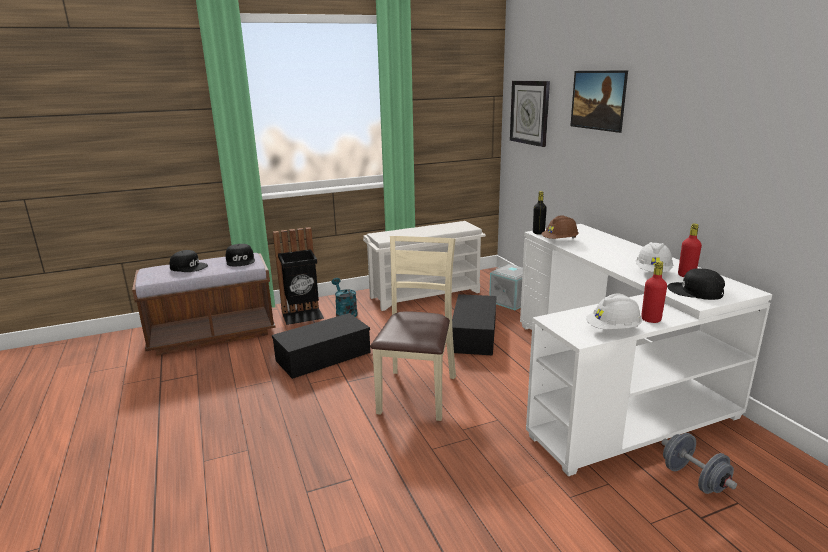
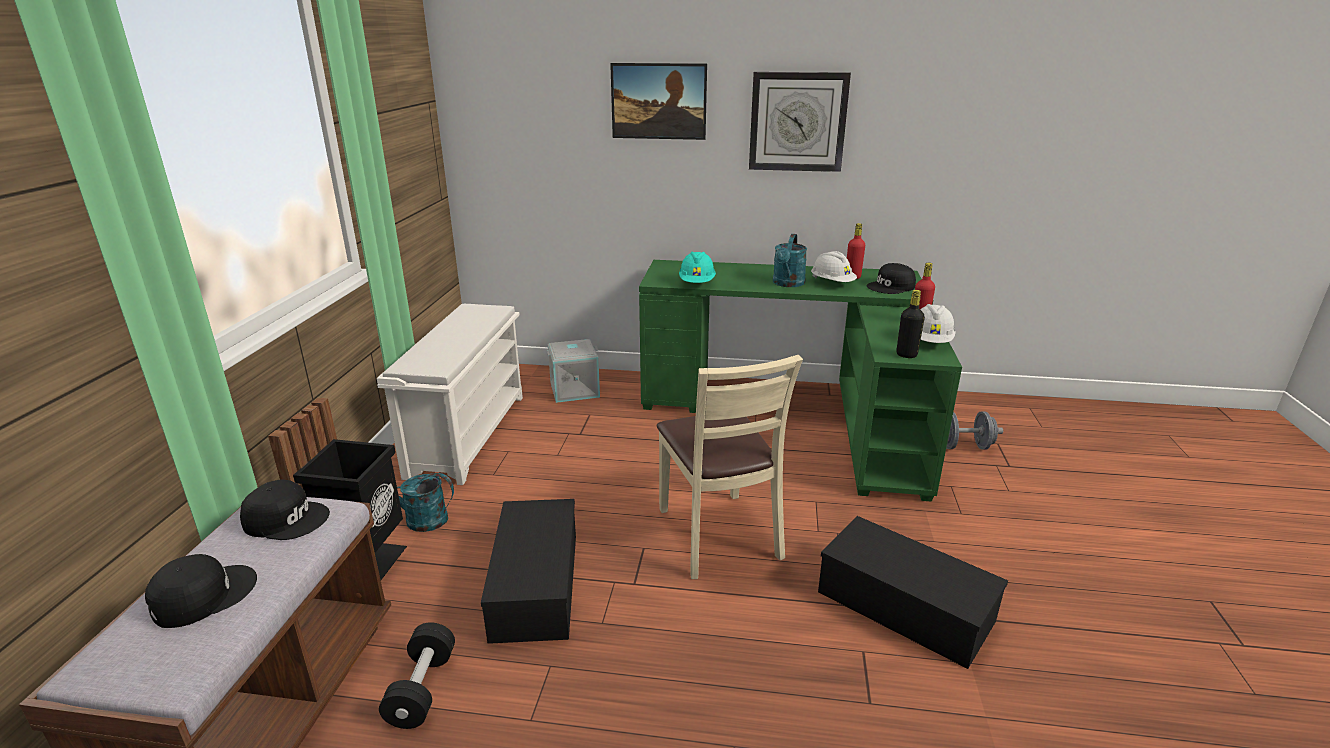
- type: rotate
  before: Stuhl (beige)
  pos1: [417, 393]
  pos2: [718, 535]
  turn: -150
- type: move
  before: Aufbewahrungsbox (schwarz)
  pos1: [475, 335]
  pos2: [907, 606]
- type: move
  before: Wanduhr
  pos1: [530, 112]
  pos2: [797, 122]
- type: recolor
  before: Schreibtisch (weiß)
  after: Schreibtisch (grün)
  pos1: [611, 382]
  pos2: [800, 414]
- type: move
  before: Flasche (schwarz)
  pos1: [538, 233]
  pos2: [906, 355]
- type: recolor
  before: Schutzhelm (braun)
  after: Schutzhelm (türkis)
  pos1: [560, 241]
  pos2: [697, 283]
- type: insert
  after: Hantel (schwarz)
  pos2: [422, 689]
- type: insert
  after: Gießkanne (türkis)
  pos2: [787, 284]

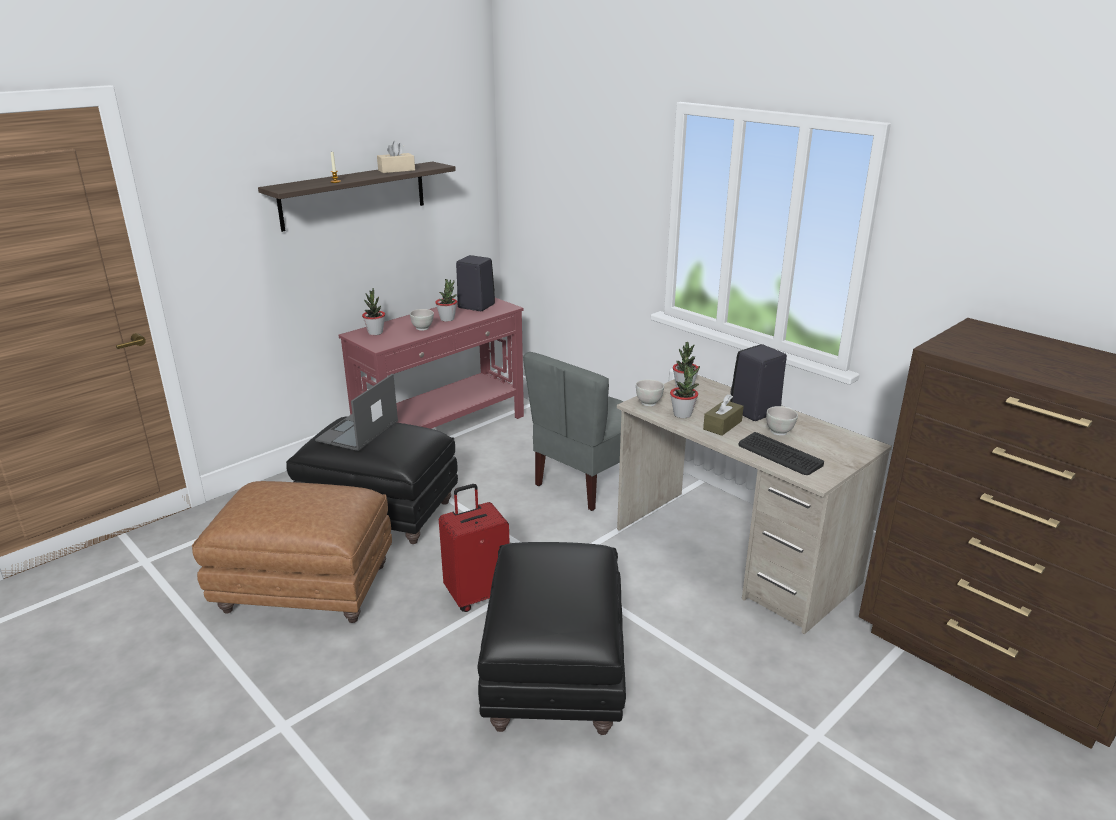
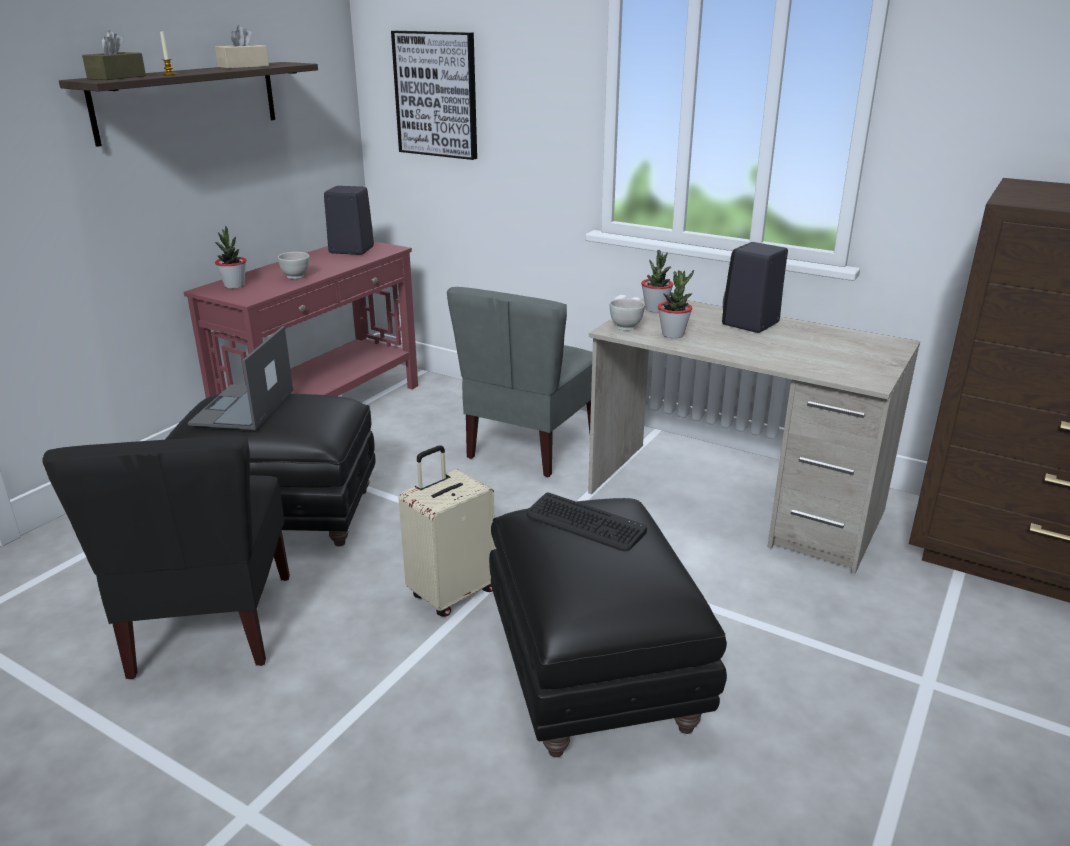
- type: replace
  before: Polsterhocker (braun)
  after: Stuhl (schwarz)
  pos1: [304, 590]
  pos2: [210, 626]
- type: delete
  before: Topfpflanze
  pos1: [447, 319]
- type: recolor
  before: Koffer (rot)
  after: Koffer (beige)
  pos1: [477, 594]
  pos2: [451, 593]
- type: move
  before: Taschentuchbox (braun)
  pos1: [722, 425]
  pos2: [117, 77]
- type: move
  before: Tastatur
  pos1: [779, 455]
  pos2: [584, 523]
- type: delete
  before: Schüssel (weiß)
  pos1: [779, 432]
- type: insert
  after: Bild
  pos2: [436, 94]

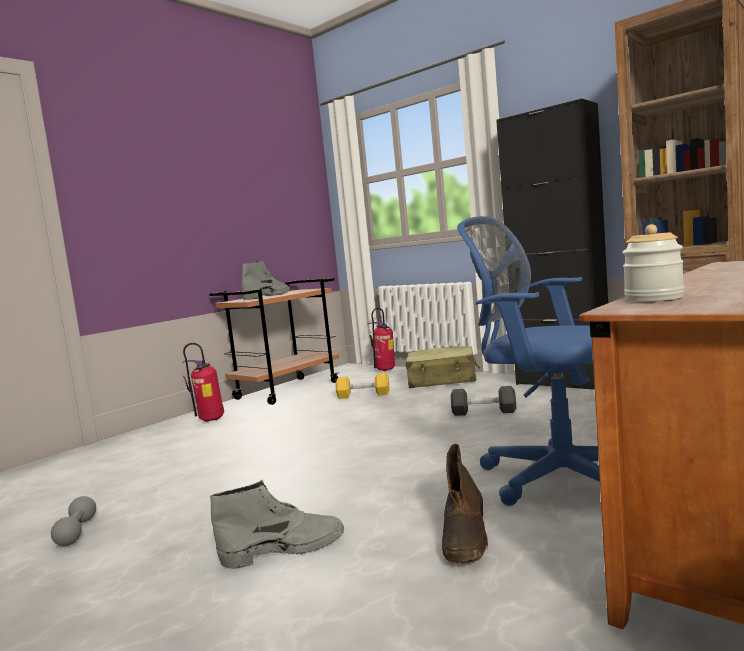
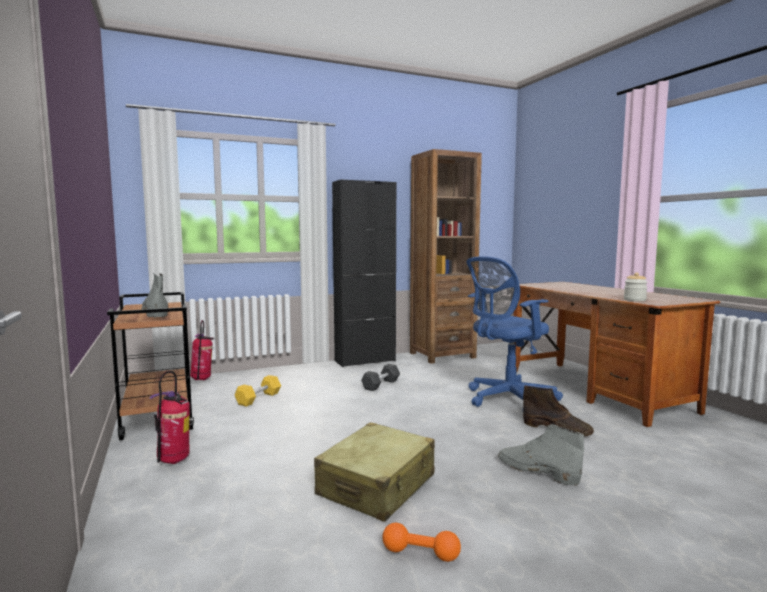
- type: recolor
  before: Hantel (grau)
  after: Hantel (orange)
  pos1: [76, 532]
  pos2: [420, 554]
- type: rotate
  before: Stiefel (grau)
  pos1: [285, 549]
  pos2: [536, 471]
  turn: -60
- type: move
  before: Koffer (beige)
  pos1: [442, 379]
  pos2: [377, 485]

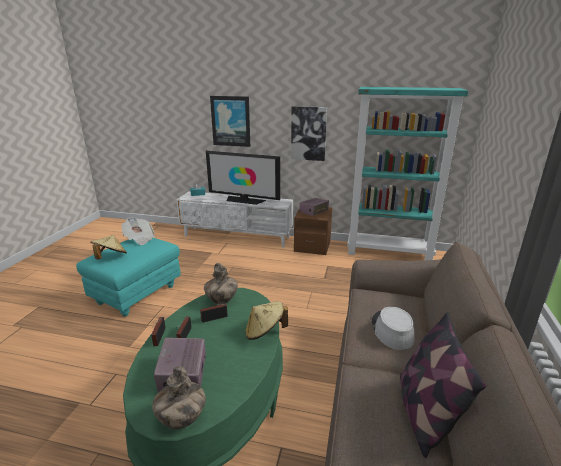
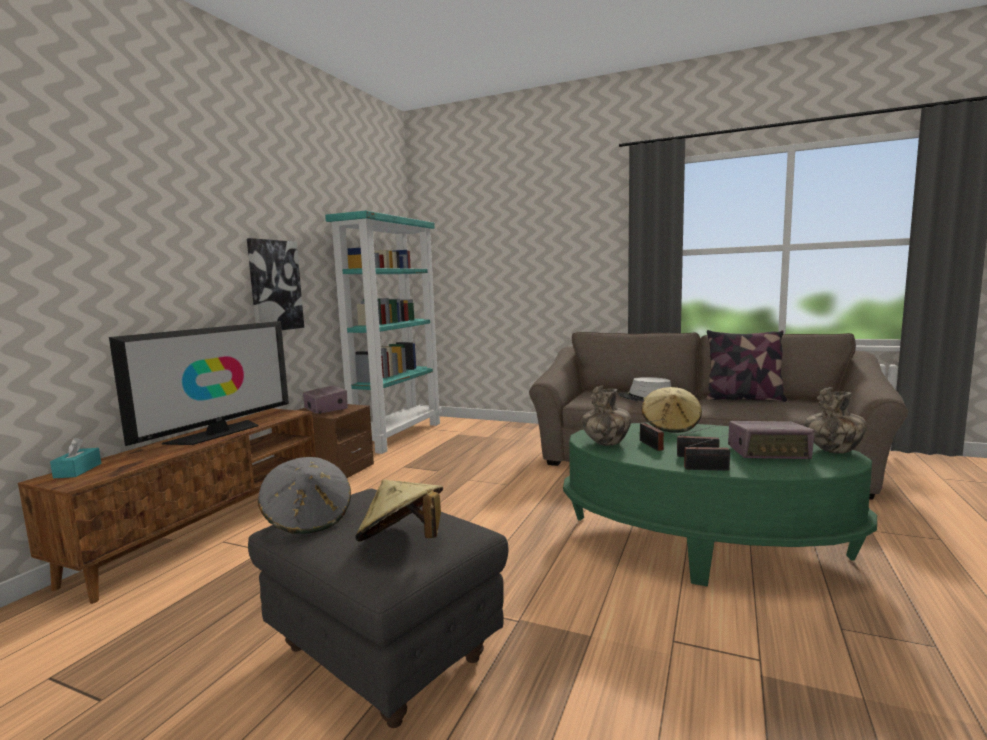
- type: recolor
  before: Polsterhocker (türkis)
  after: Polsterhocker (grau)
  pos1: [137, 294]
  pos2: [381, 654]
- type: replace
  before: Zeitung
  after: Hut (grau)
  pos1: [139, 238]
  pos2: [308, 519]
- type: recolor
  before: Fernsehschrank (weiß)
  after: Fernsehschrank (braun)
  pos1: [237, 237]
  pos2: [206, 530]
- type: delete
  before: Bild
  pos1: [231, 121]

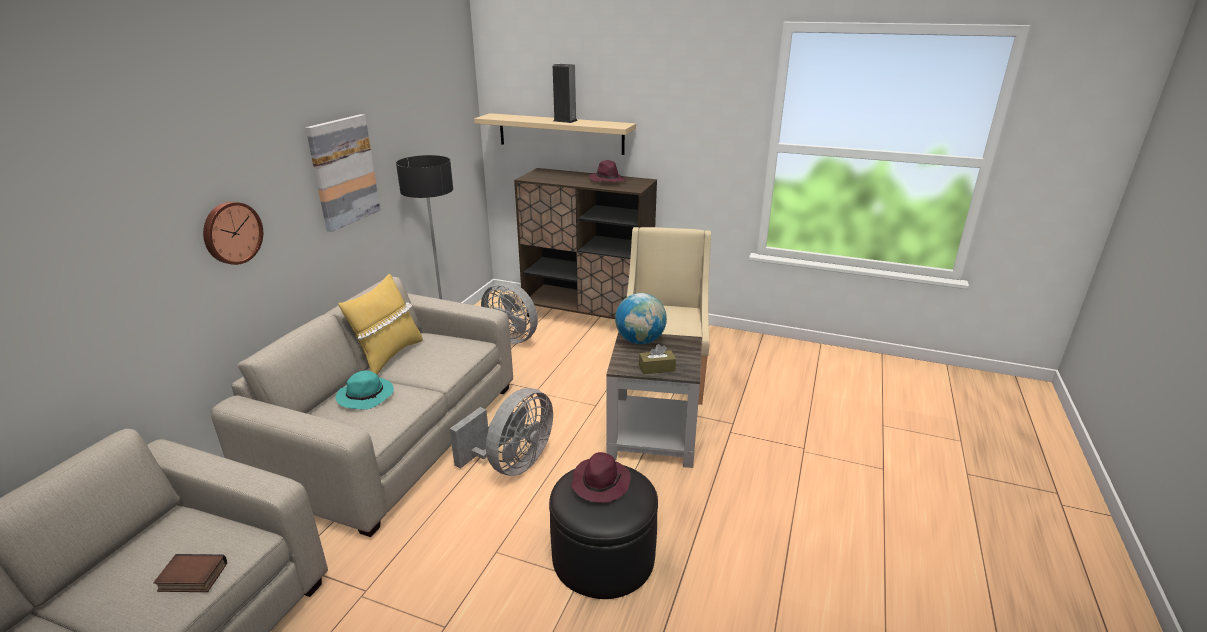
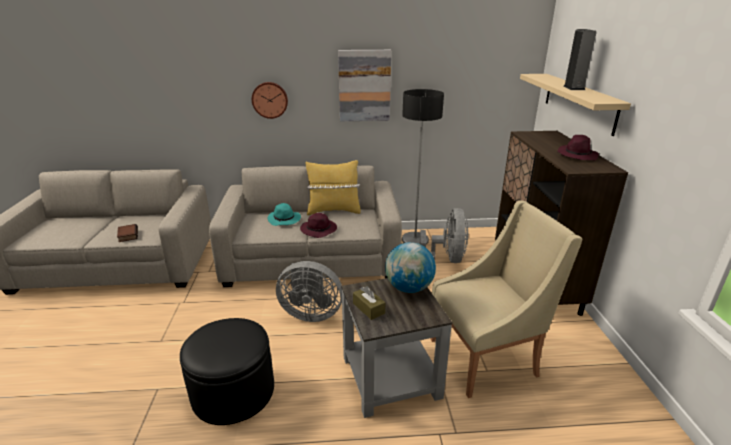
- type: move
  before: Hut (lila)
  pos1: [600, 482]
  pos2: [319, 230]

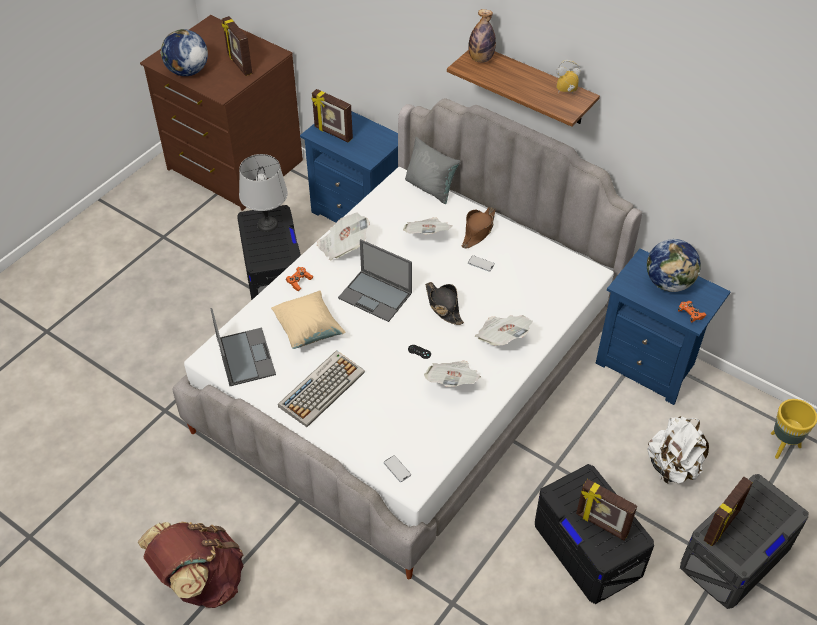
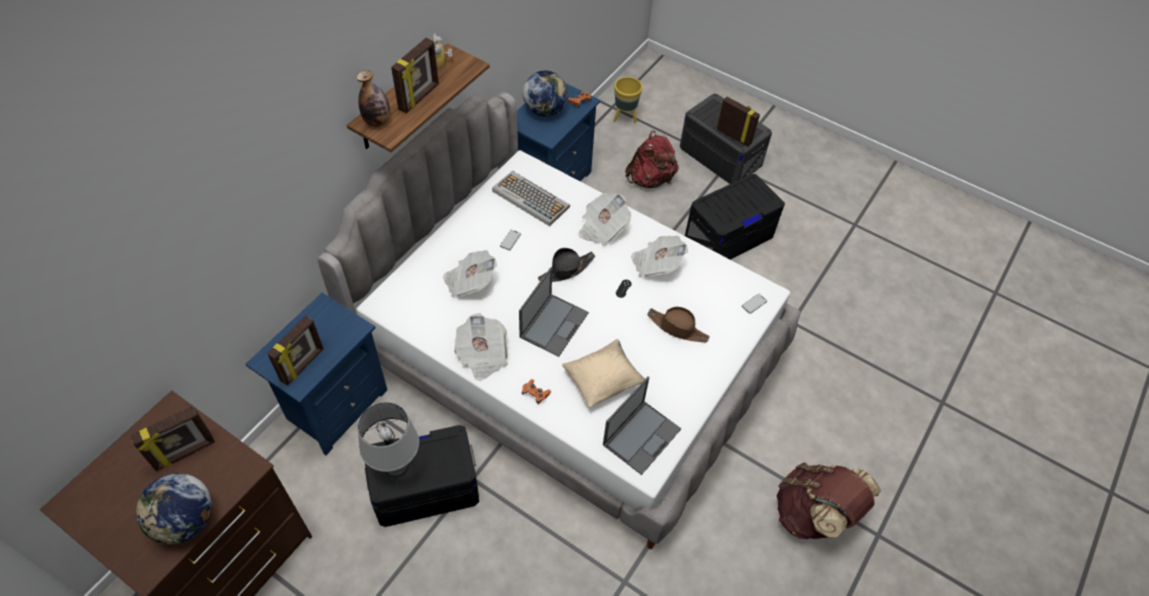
- type: rotate
  before: Laptop
  pos1: [245, 356]
  pos2: [642, 436]
  turn: 150
- type: move
  before: Tastatur
  pos1: [322, 388]
  pos2: [530, 199]
- type: delete
  before: Kissen (grau)
  pos1: [430, 188]
- type: move
  before: Hut (braun)
  pos1: [478, 231]
  pos2: [677, 328]
- type: move
  before: Bilderrahmen
  pos1: [601, 525]
  pos2: [419, 97]
- type: recolor
  before: Rucksack (weiß)
  after: Rucksack (rot)
  pos1: [673, 467]
  pos2: [650, 179]

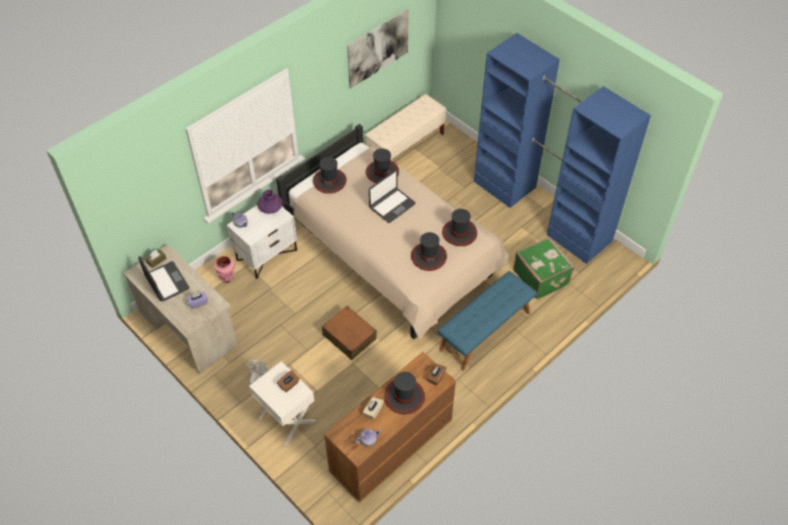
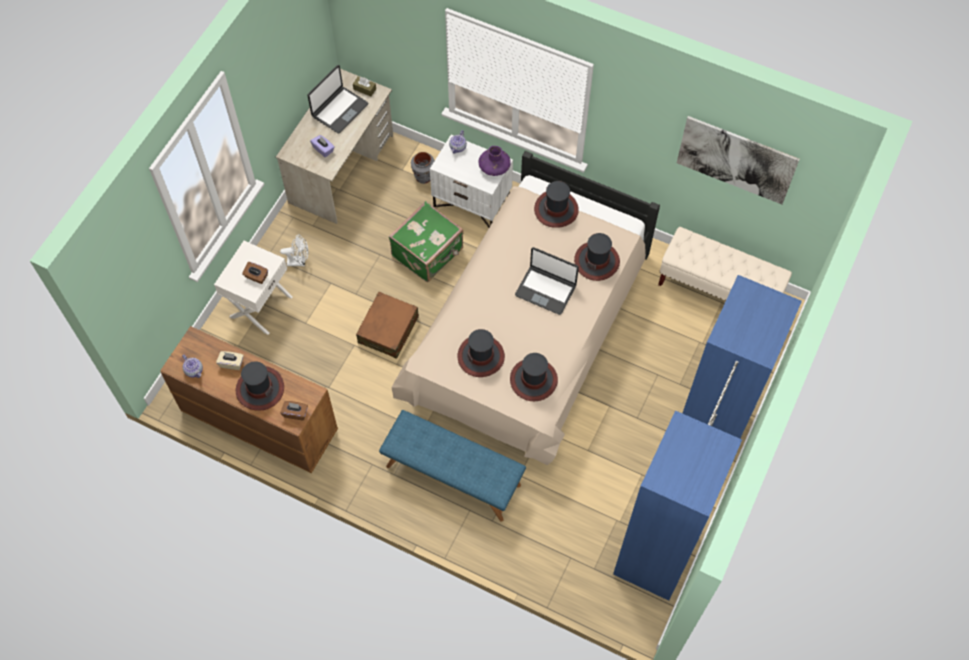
- type: recolor
  before: Vase (rosa)
  after: Vase (grau)
  pos1: [227, 277]
  pos2: [423, 177]
- type: move
  before: Koffer (grün)
  pos1: [541, 277]
  pos2: [428, 253]

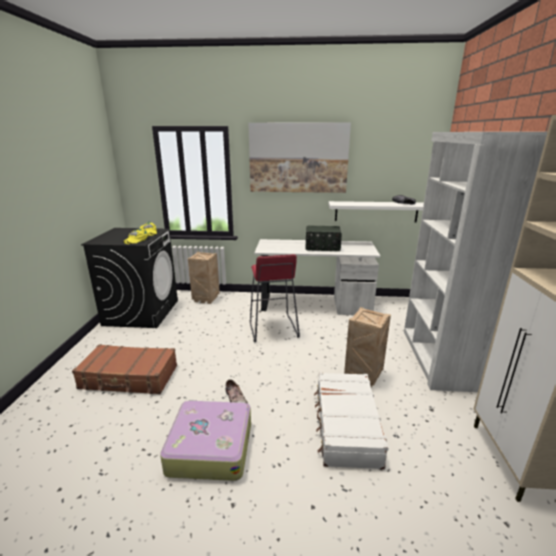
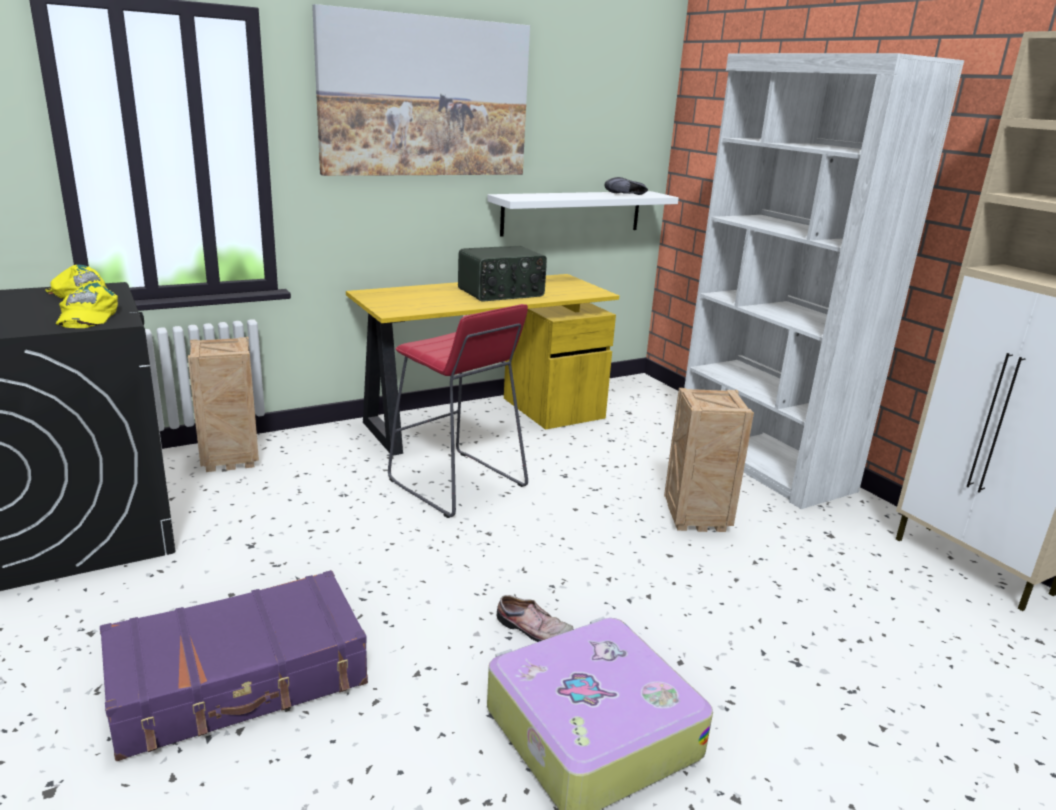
- type: recolor
  before: Koffer (braun)
  after: Koffer (lila)
  pos1: [129, 377]
  pos2: [240, 681]
- type: recolor
  before: Schreibtisch (weiß)
  after: Schreibtisch (gelb)
  pos1: [313, 304]
  pos2: [481, 420]
- type: delete
  before: Koffer (weiß)
  pos1: [346, 425]

